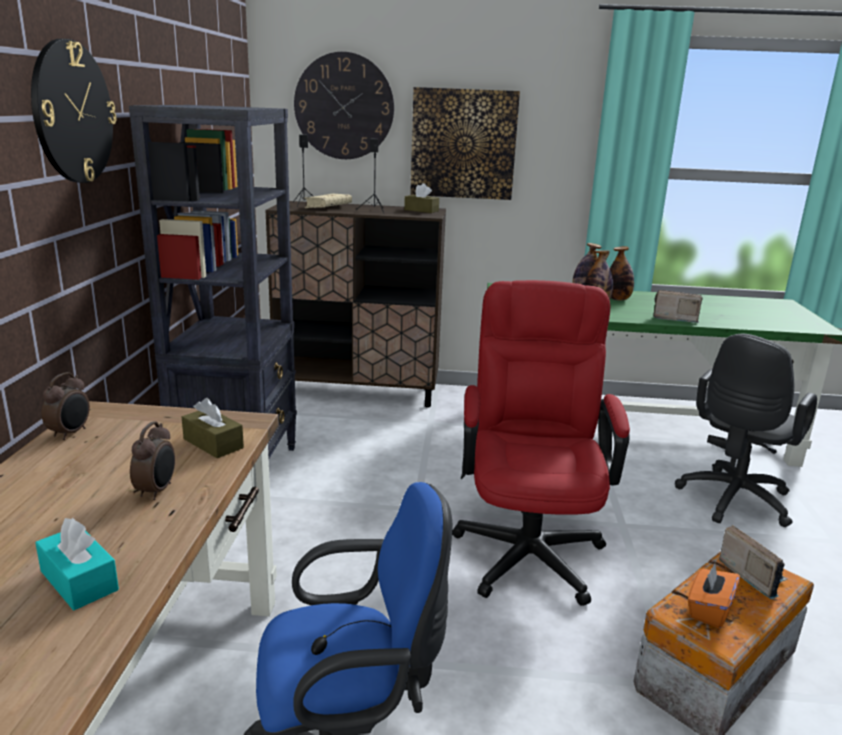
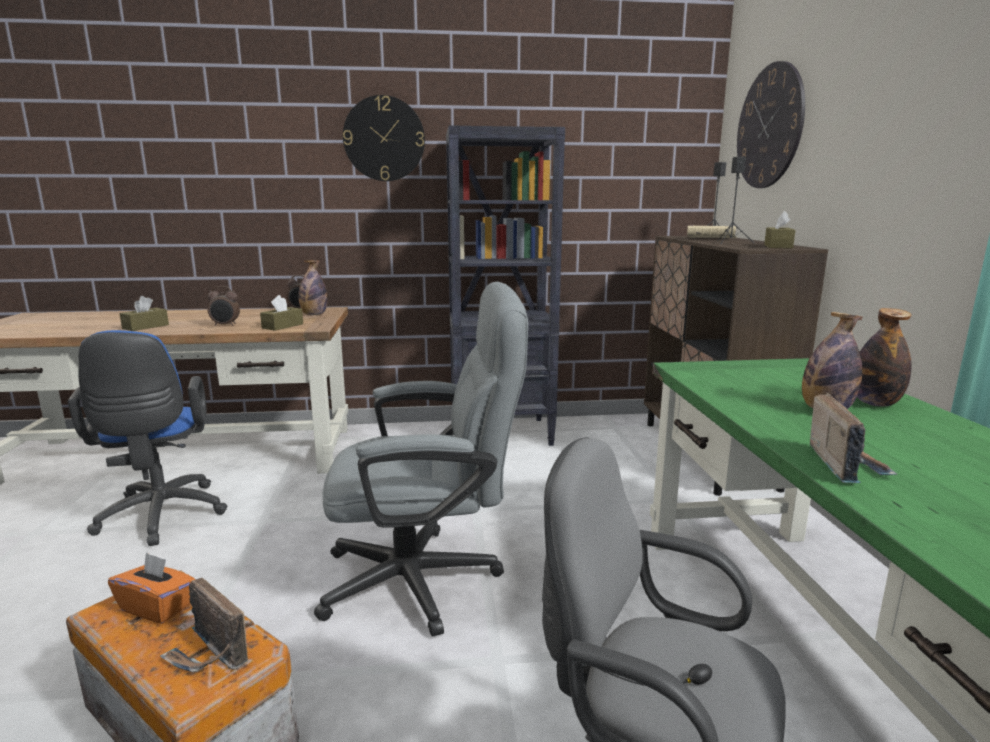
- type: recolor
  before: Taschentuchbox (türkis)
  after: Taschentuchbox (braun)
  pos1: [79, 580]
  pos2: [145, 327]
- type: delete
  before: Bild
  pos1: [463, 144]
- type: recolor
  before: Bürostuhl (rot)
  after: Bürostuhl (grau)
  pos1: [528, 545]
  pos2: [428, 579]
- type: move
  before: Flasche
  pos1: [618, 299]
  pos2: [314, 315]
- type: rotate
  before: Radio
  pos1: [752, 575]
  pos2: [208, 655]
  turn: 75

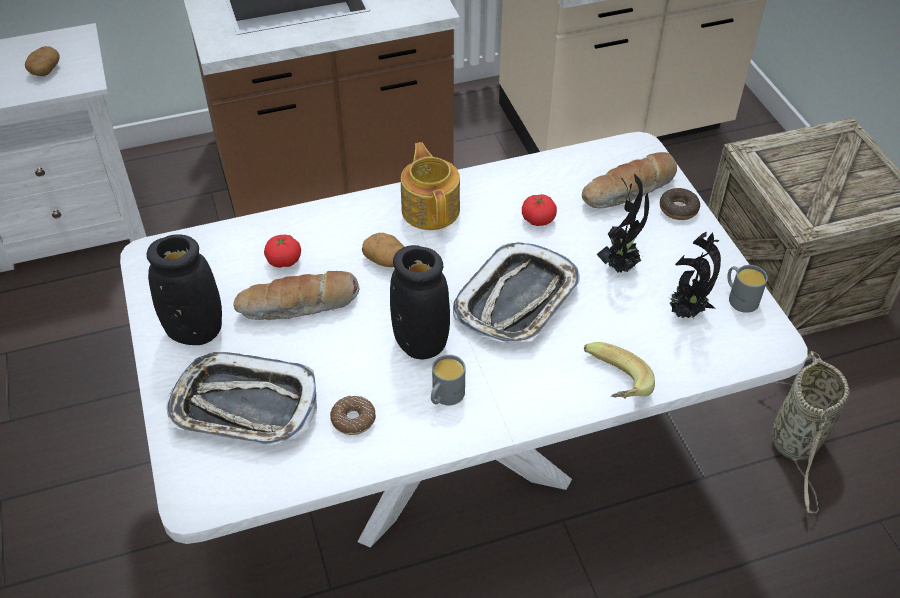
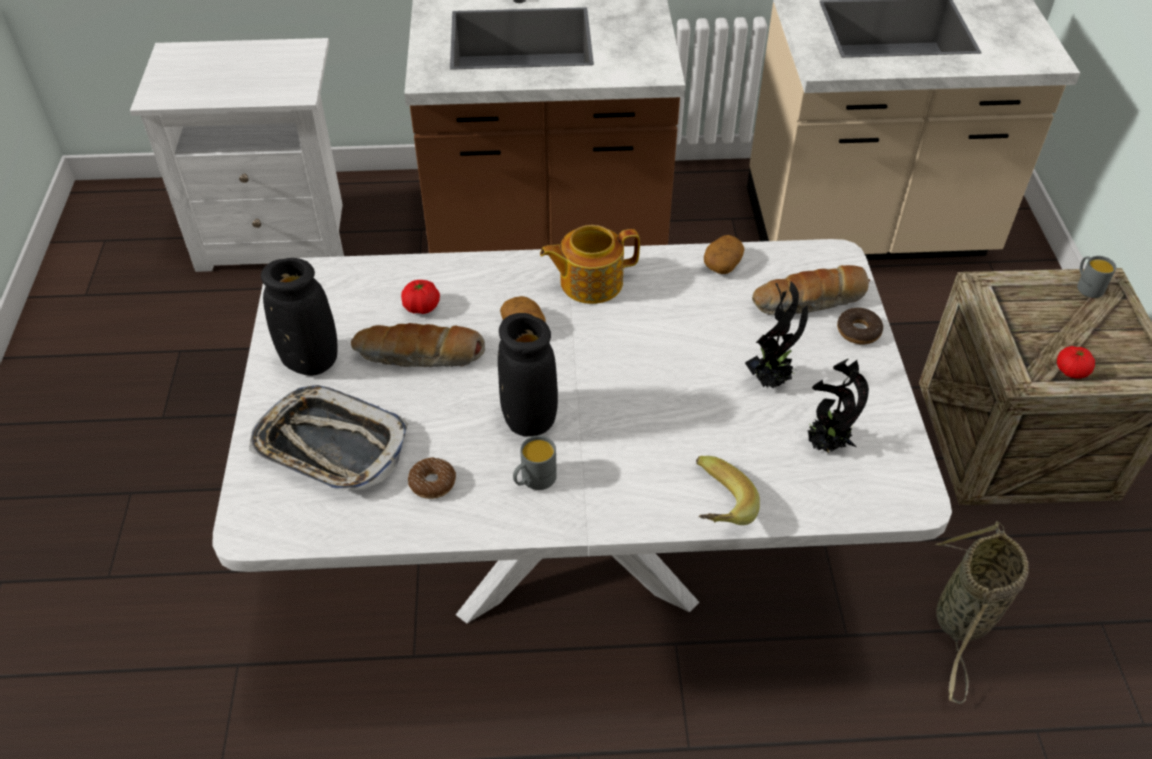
- type: move
  before: Kartoffel
  pos1: [45, 69]
  pos2: [722, 264]
- type: rotate
  before: Teekanne
  pos1: [431, 209]
  pos2: [589, 282]
  turn: -105
- type: delete
  before: Tablett
  pos1: [517, 300]
- type: move
  before: Tomate
  pos1: [538, 219]
  pos2: [1071, 371]
- type: move
  before: Henkelbecher (grau)
  pos1: [739, 298]
  pos2: [1087, 286]

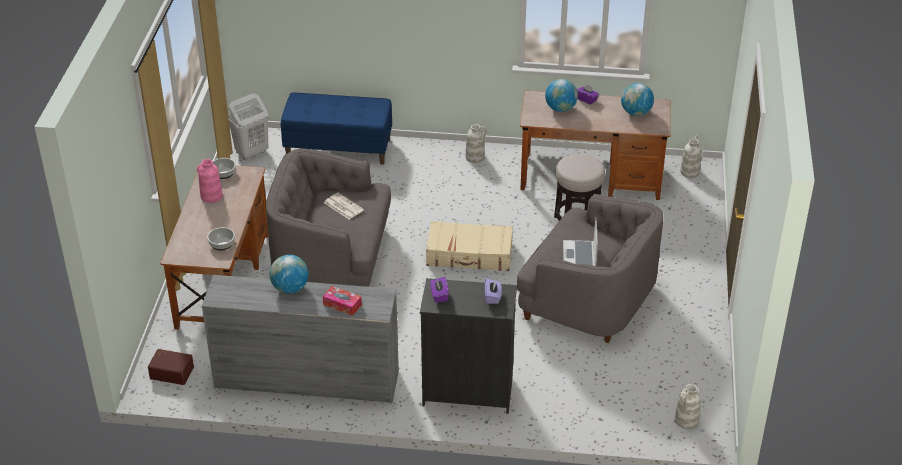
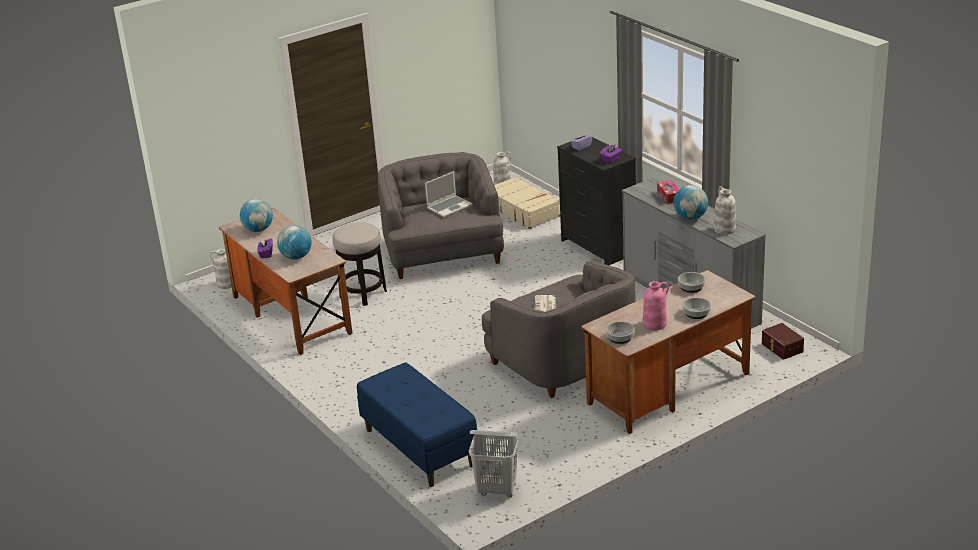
- type: move
  before: Koffer (beige)
  pos1: [469, 255]
  pos2: [523, 210]
- type: move
  before: Vase (weiß)
  pos1: [475, 157]
  pos2: [724, 229]
- type: insert
  after: Schüssel
  pos2: [696, 313]

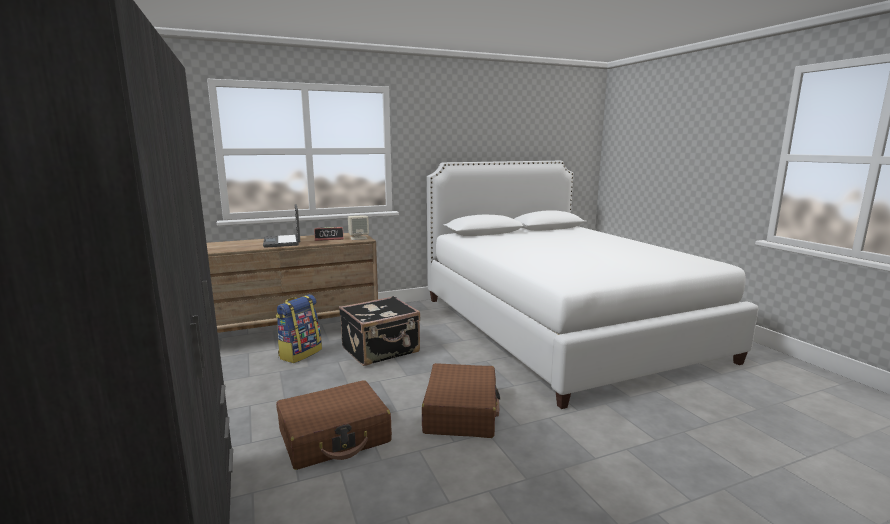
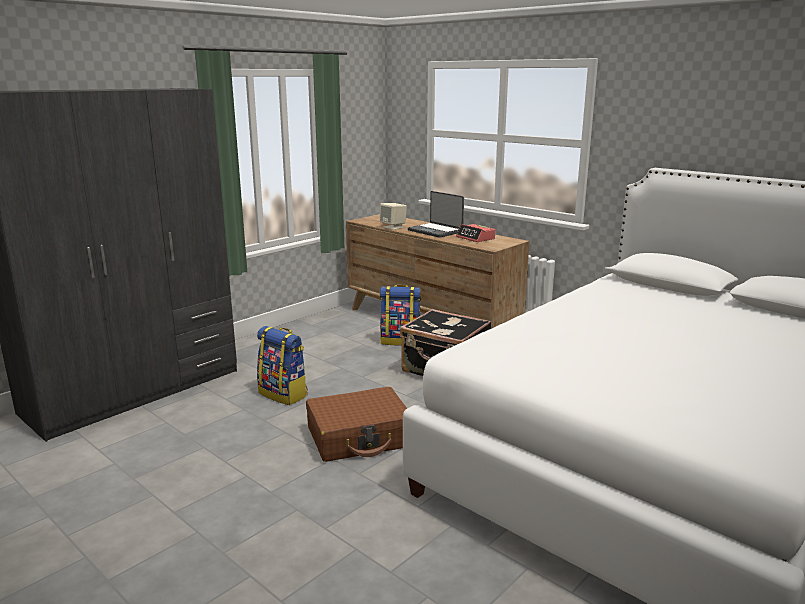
- type: rotate
  before: Laptop
  pos1: [283, 242]
  pos2: [436, 231]
  turn: -90
- type: replace
  before: Koffer (braun)
  after: Rucksack
  pos1: [335, 436]
  pos2: [284, 394]
- type: move
  before: Lautsprecher (beige)
  pos1: [358, 238]
  pos2: [393, 227]

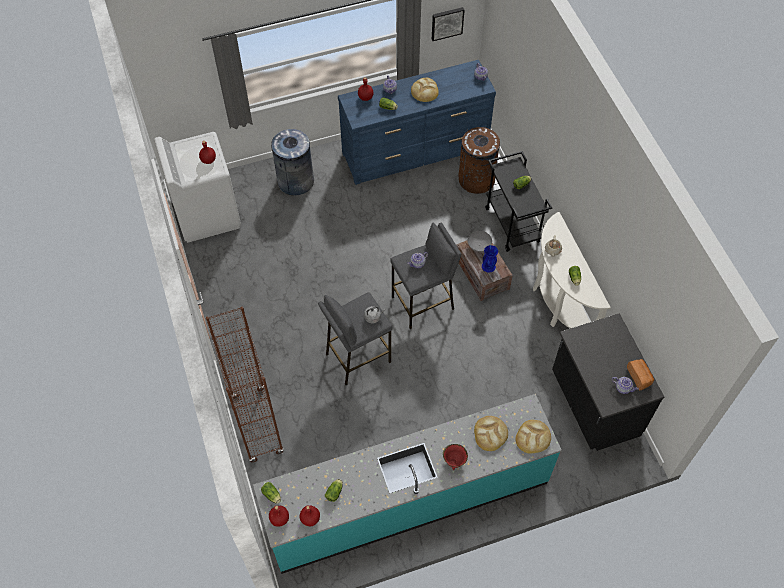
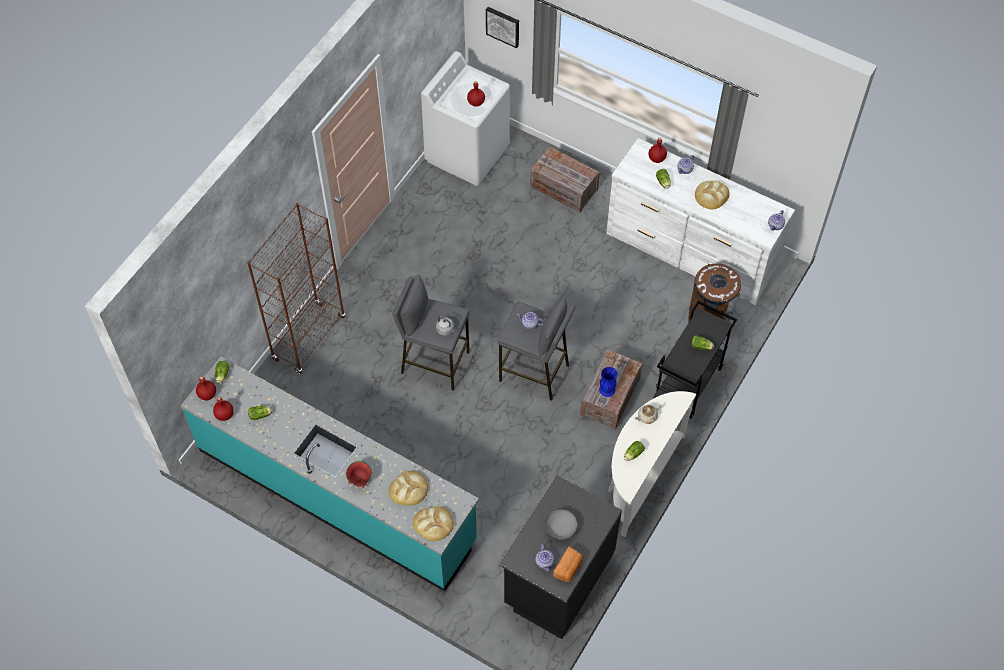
- type: replace
  before: Mülleimer (grau)
  after: Kiste
  pos1: [295, 181]
  pos2: [564, 188]
- type: recolor
  before: Kommode (blau)
  after: Kommode (weiß)
  pos1: [415, 151]
  pos2: [691, 251]
- type: move
  before: Bild
  pos1: [447, 23]
  pos2: [503, 26]
- type: move
  before: Schüssel (grau)
  pos1: [479, 245]
  pos2: [561, 528]

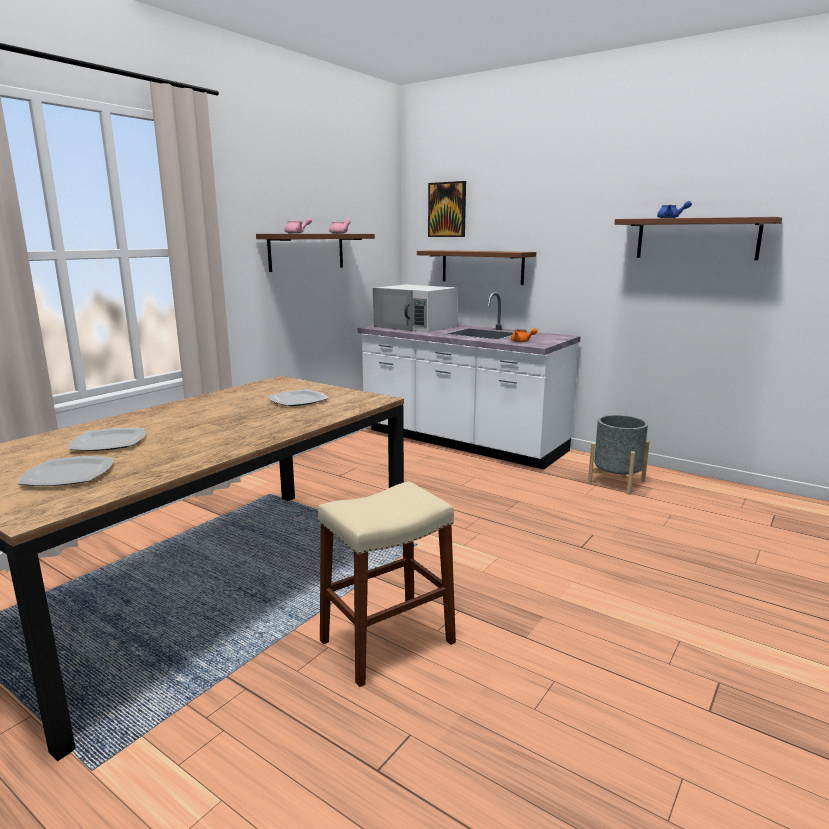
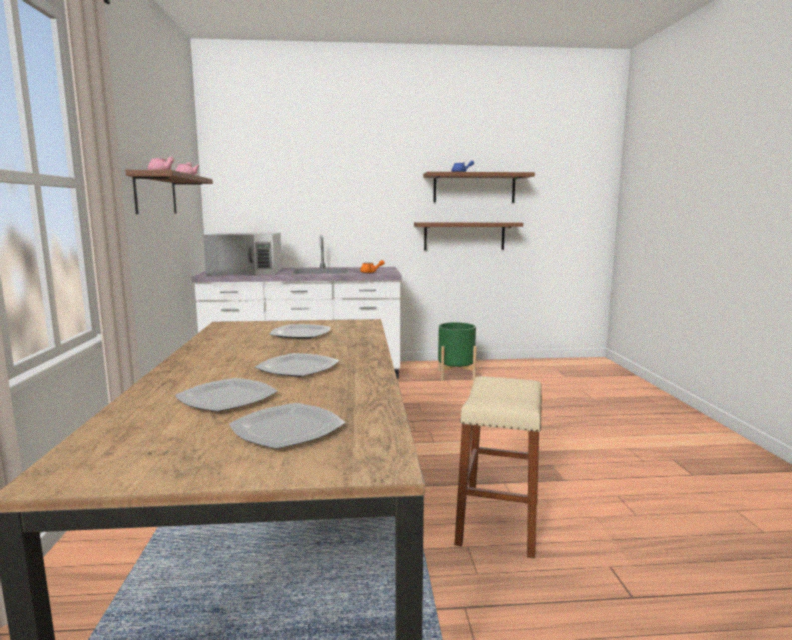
- type: move
  before: Wandregal (braun)
  pos1: [482, 267]
  pos2: [464, 236]
- type: delete
  before: Bild
  pos1: [447, 209]
- type: recolor
  before: Pflanzkübel (grau)
  after: Pflanzkübel (grün)
  pos1: [616, 482]
  pos2: [456, 375]
- type: insert
  after: Teller
  pos2: [297, 368]

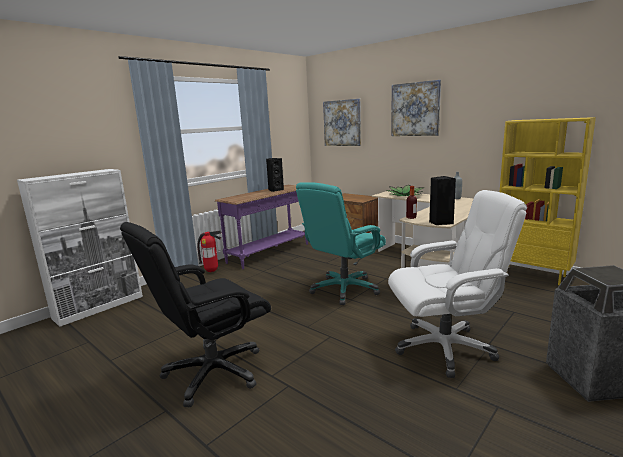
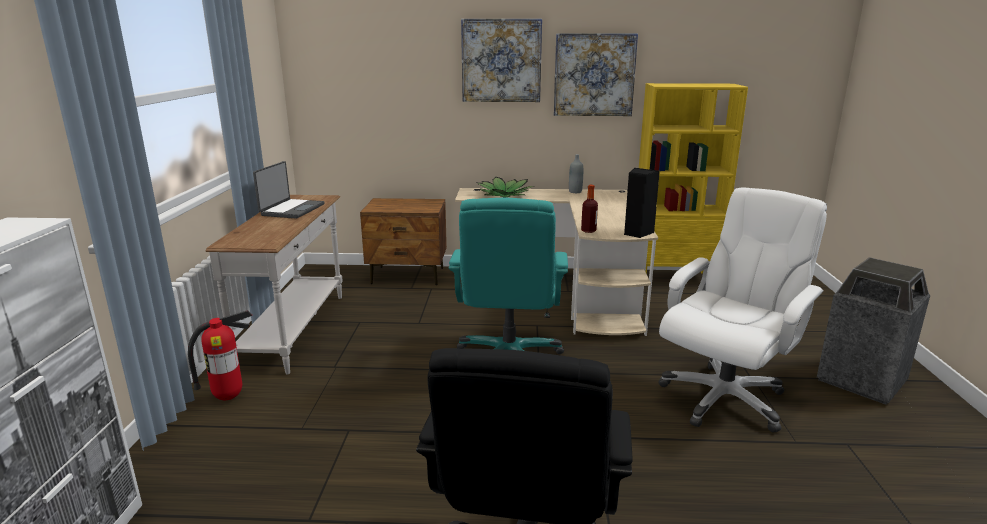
- type: recolor
  before: Konsolentisch (lila)
  after: Konsolentisch (weiß)
  pos1: [270, 253]
  pos2: [296, 330]
- type: replace
  before: Lautsprecher (schwarz)
  after: Laptop
  pos1: [275, 190]
  pos2: [291, 210]
- type: move
  before: Bild
  pos1: [342, 123]
  pos2: [594, 75]

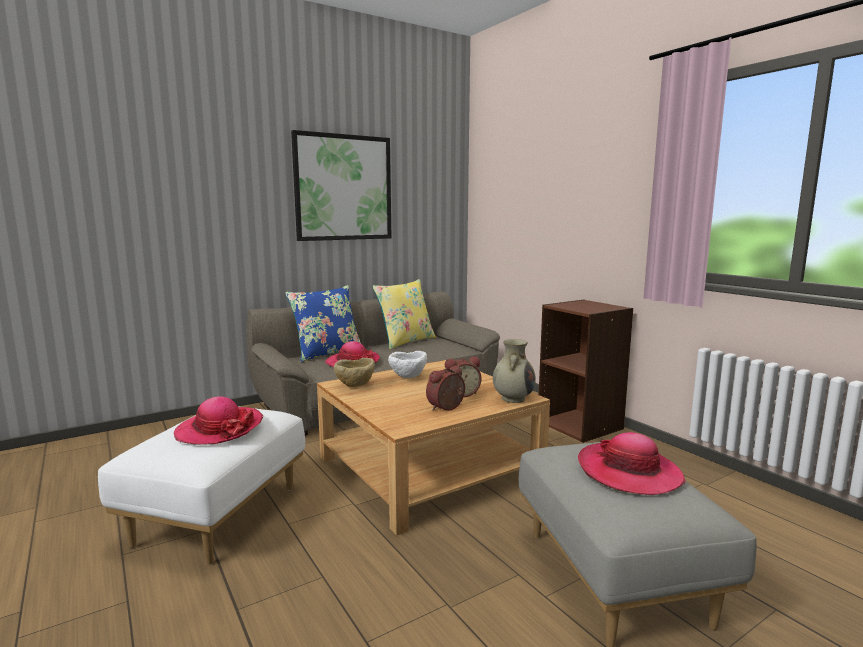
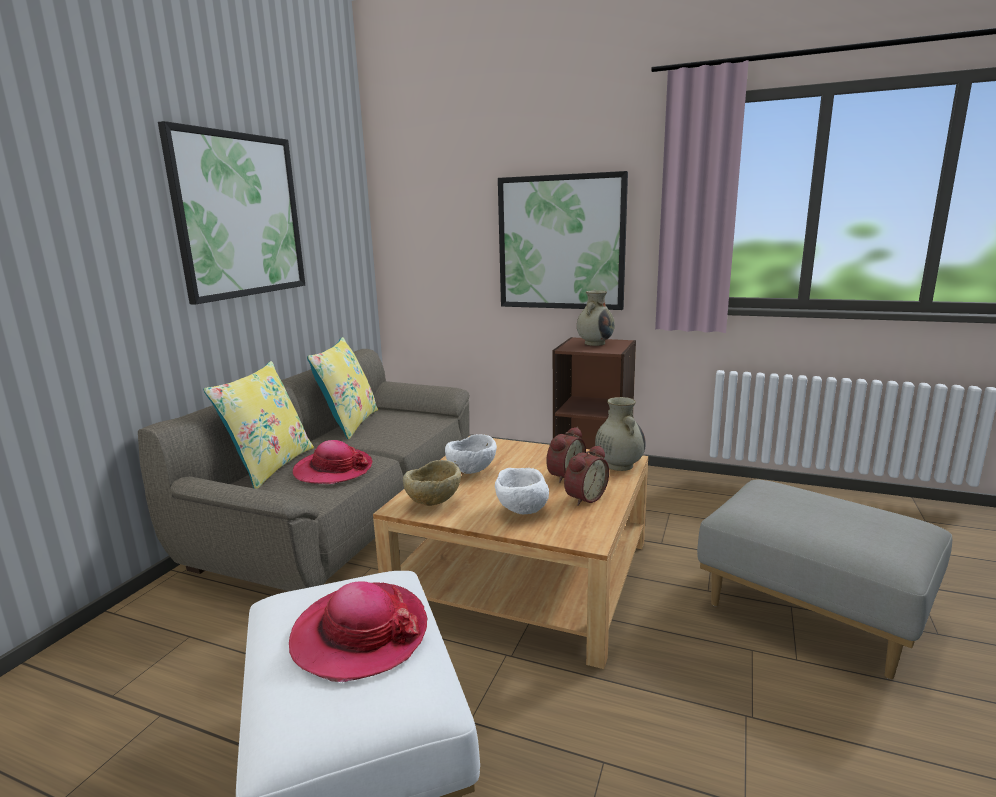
- type: recolor
  before: Kissen (blau)
  after: Kissen (gelb)
  pos1: [327, 353]
  pos2: [270, 466]
- type: rotate
  before: Wecker
  pos1: [447, 408]
  pos2: [584, 497]
  turn: -150
- type: delete
  before: Hut
  pos1: [629, 472]
- type: insert
  after: Schüssel (weiß)
  pos2: [521, 511]
- type: insert
  after: Bild
  pos2: [561, 243]
- type: insert
  after: Vase (beige)
  pos2: [595, 343]

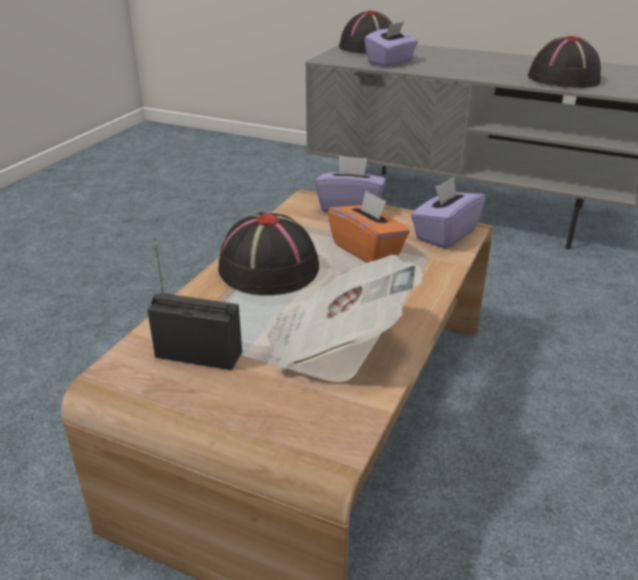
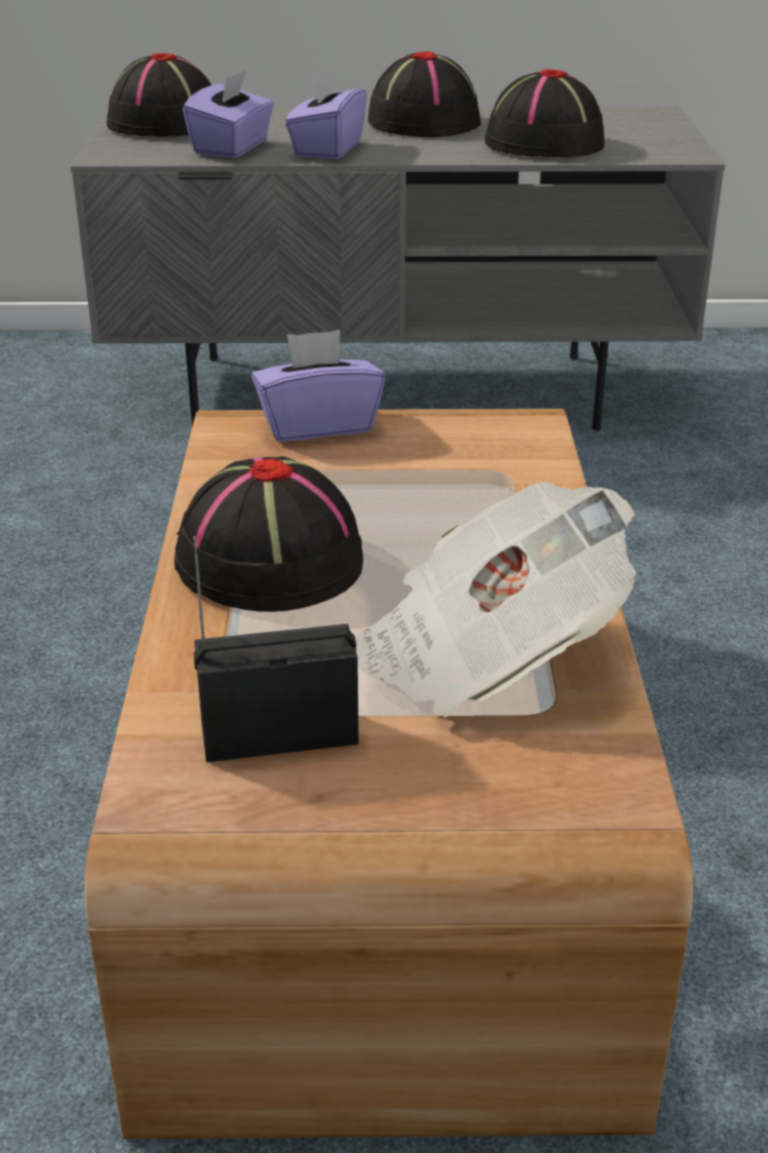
- type: delete
  before: Taschentuchbox (orange)
  pos1: [367, 250]
- type: move
  before: Taschentuchbox (lila)
  pos1: [445, 234]
  pos2: [327, 149]
- type: insert
  after: Hut (schwarz)
  pos2: [423, 122]

